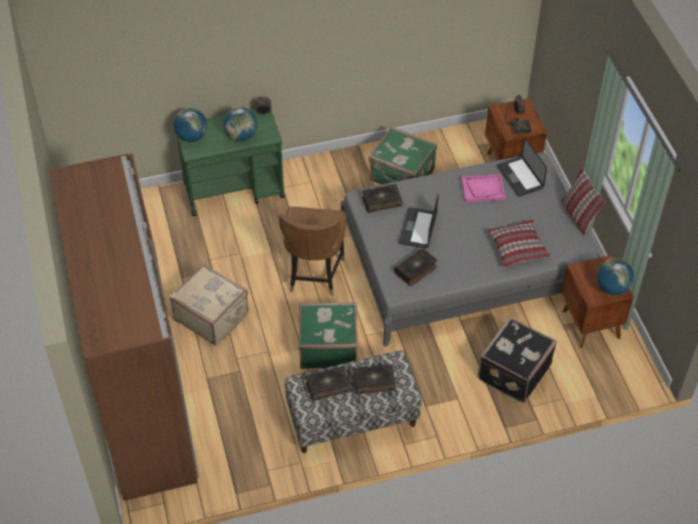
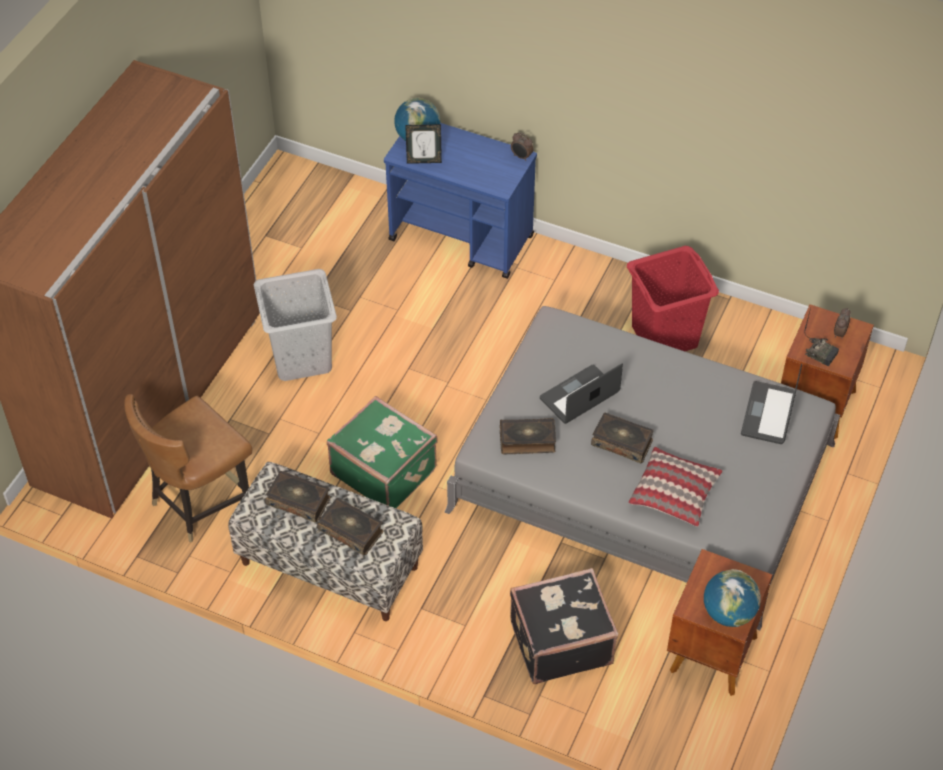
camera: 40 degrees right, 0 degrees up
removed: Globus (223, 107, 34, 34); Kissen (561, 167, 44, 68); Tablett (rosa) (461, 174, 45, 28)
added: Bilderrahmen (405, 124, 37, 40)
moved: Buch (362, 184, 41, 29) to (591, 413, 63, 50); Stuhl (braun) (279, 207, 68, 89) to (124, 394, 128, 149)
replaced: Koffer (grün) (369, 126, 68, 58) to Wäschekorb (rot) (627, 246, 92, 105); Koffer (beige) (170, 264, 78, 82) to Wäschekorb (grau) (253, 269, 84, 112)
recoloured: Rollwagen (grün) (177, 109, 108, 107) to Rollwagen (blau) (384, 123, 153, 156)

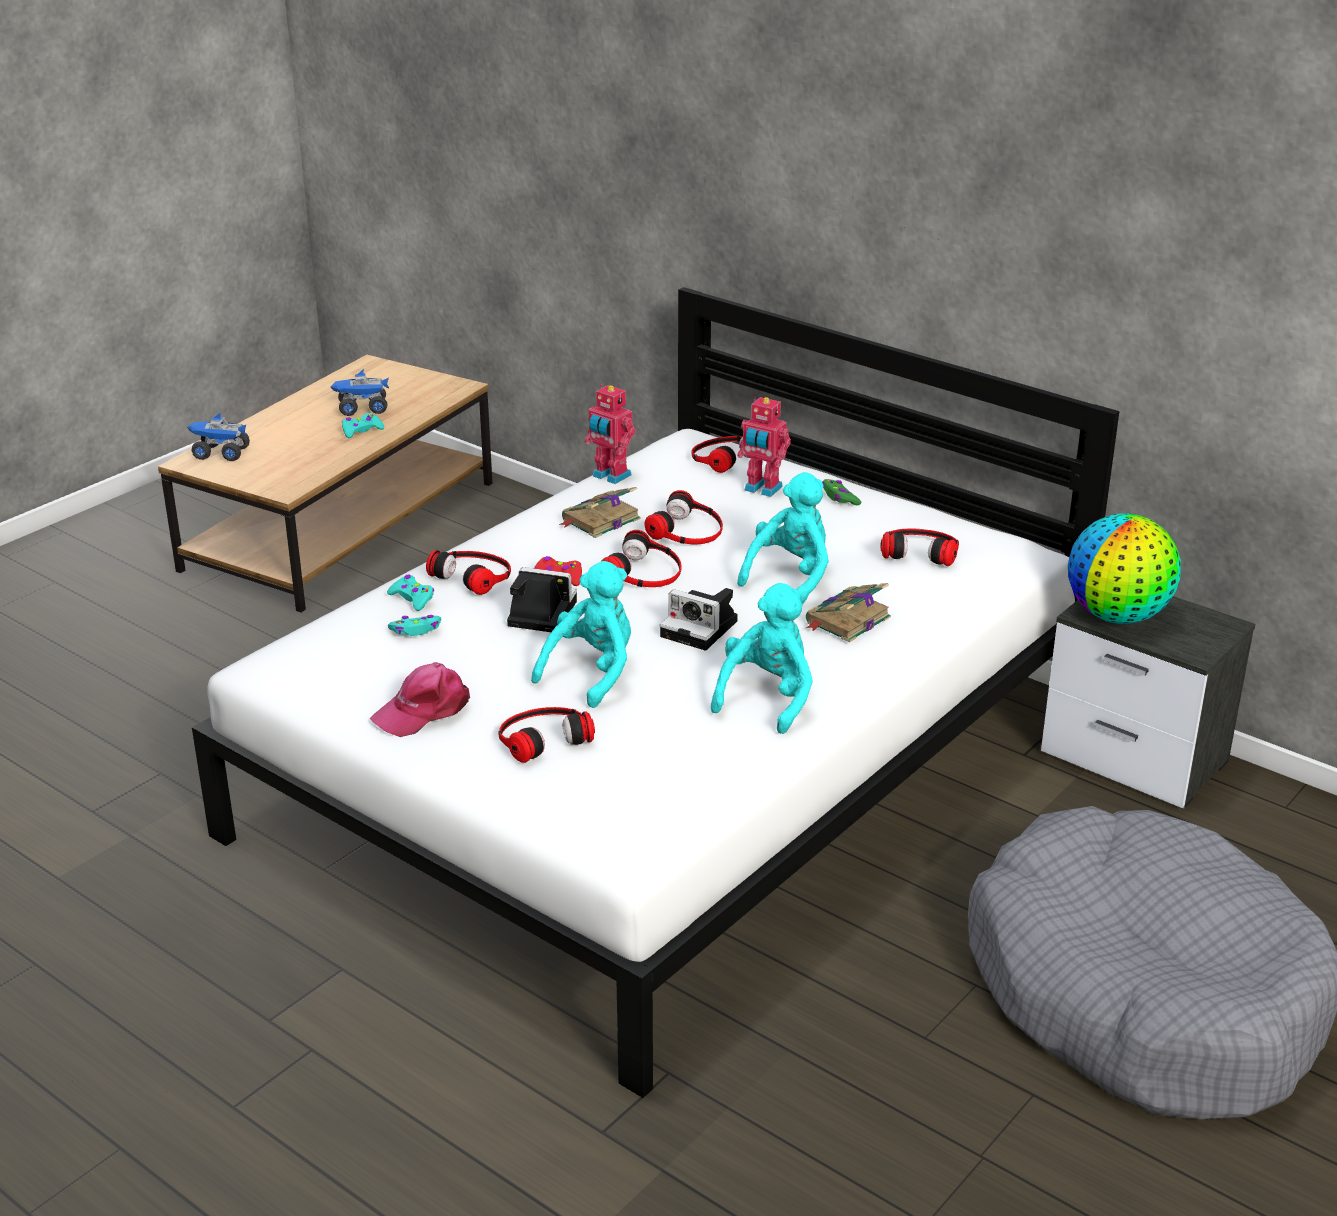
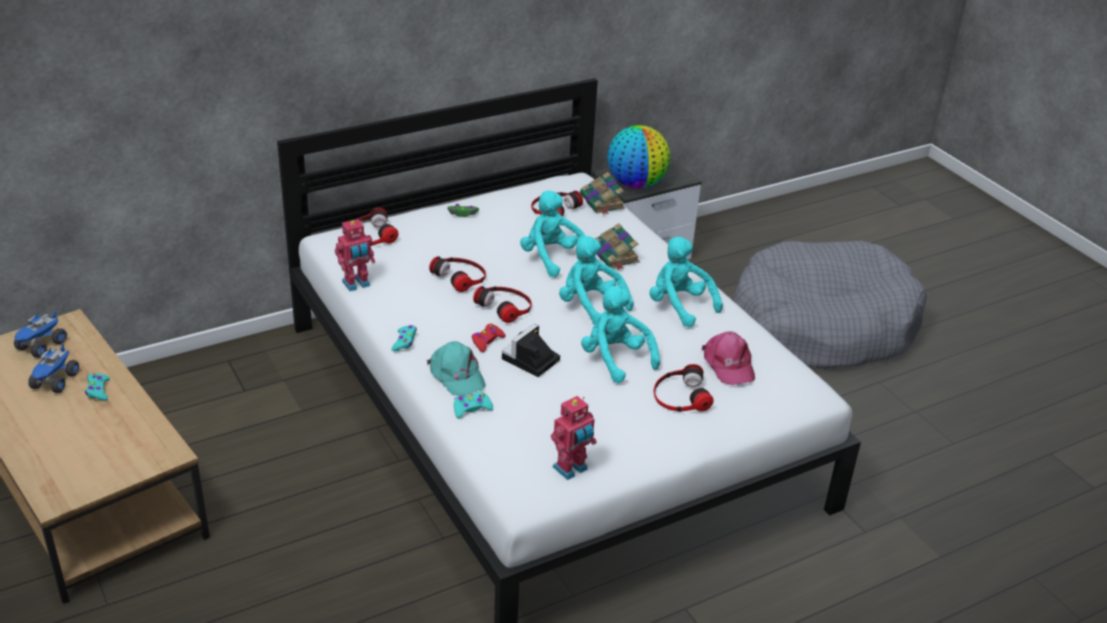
camera: 70 degrees left, 5 degrees up
moved: Spielzeugroboter (737, 397, 54, 100) to (551, 396, 46, 84); Spielzeuglaster (187, 413, 63, 48) to (14, 311, 53, 47); Buch (559, 487, 81, 51) to (580, 172, 45, 42); Gamepad (türkis) (388, 615, 53, 21) to (391, 325, 26, 26); Kappe (rosa) (370, 662, 100, 75) to (702, 331, 53, 54)
replaced: Kopfhörer (426, 550, 85, 45) to Kappe (türkis) (427, 341, 59, 55); Kamera (660, 588, 78, 63) to Plüschtier (türkis) (559, 236, 75, 89)

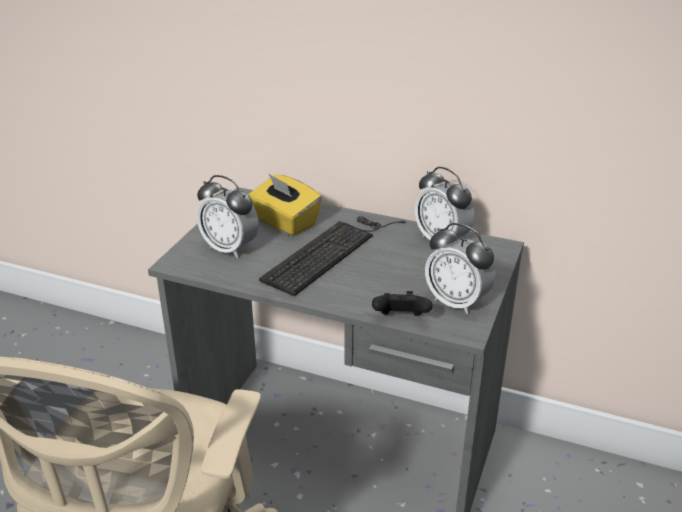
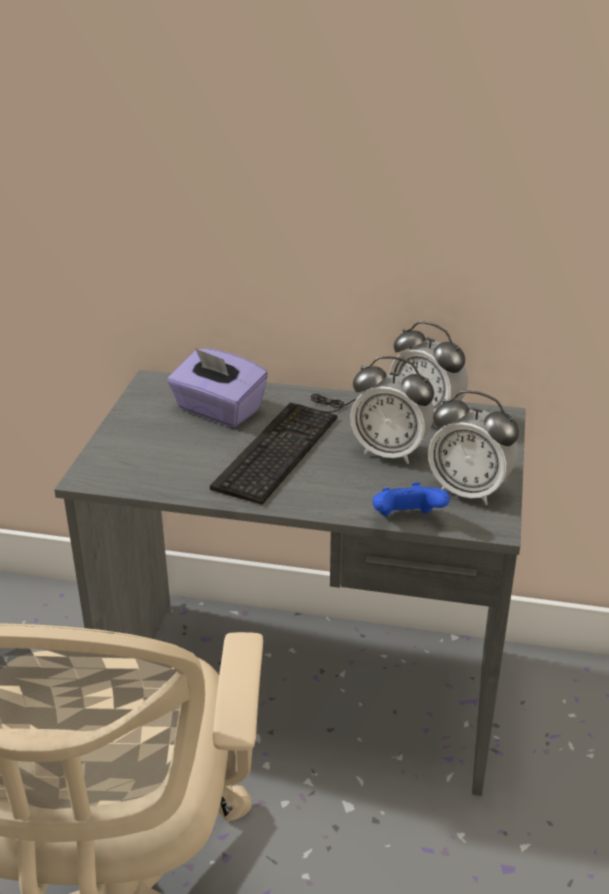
camera: 10 degrees left, 0 degrees up
moved: Wecker (197, 175, 62, 83) to (350, 356, 84, 108)
recoloured: Taschentuchbox (gelb) (248, 173, 74, 63) to Taschentuchbox (lila) (167, 348, 101, 79); Gamepad (schwarz) (372, 291, 60, 25) to Gamepad (blau) (372, 482, 78, 34)

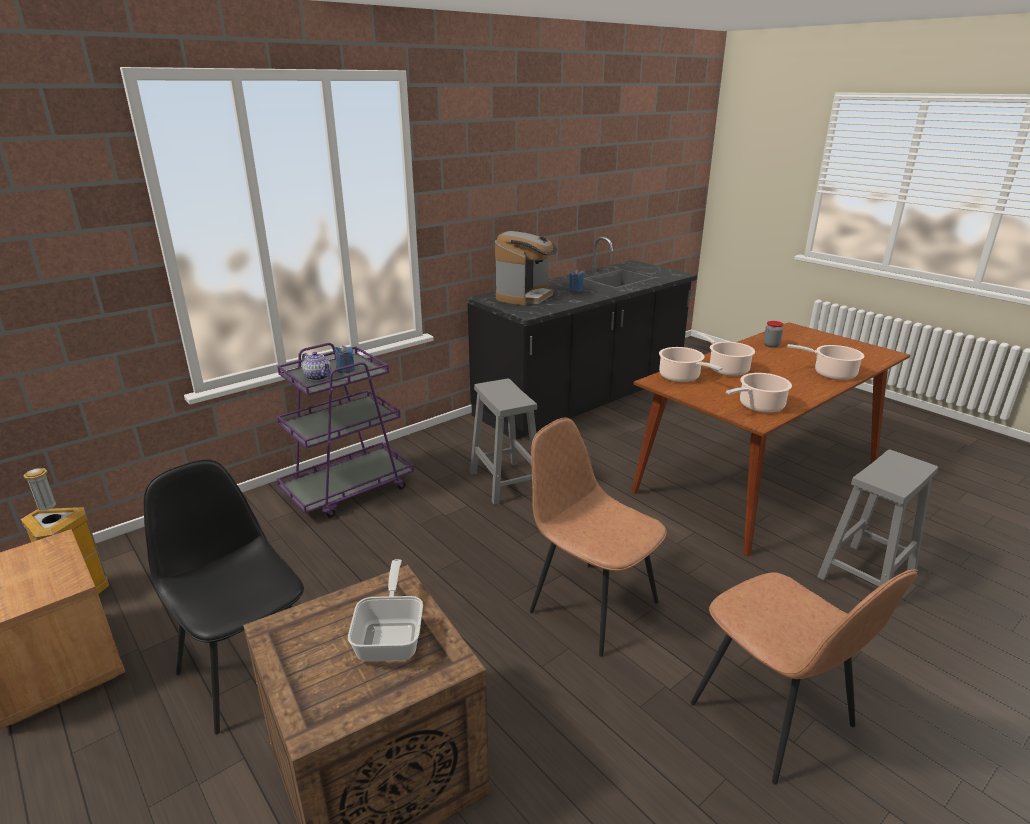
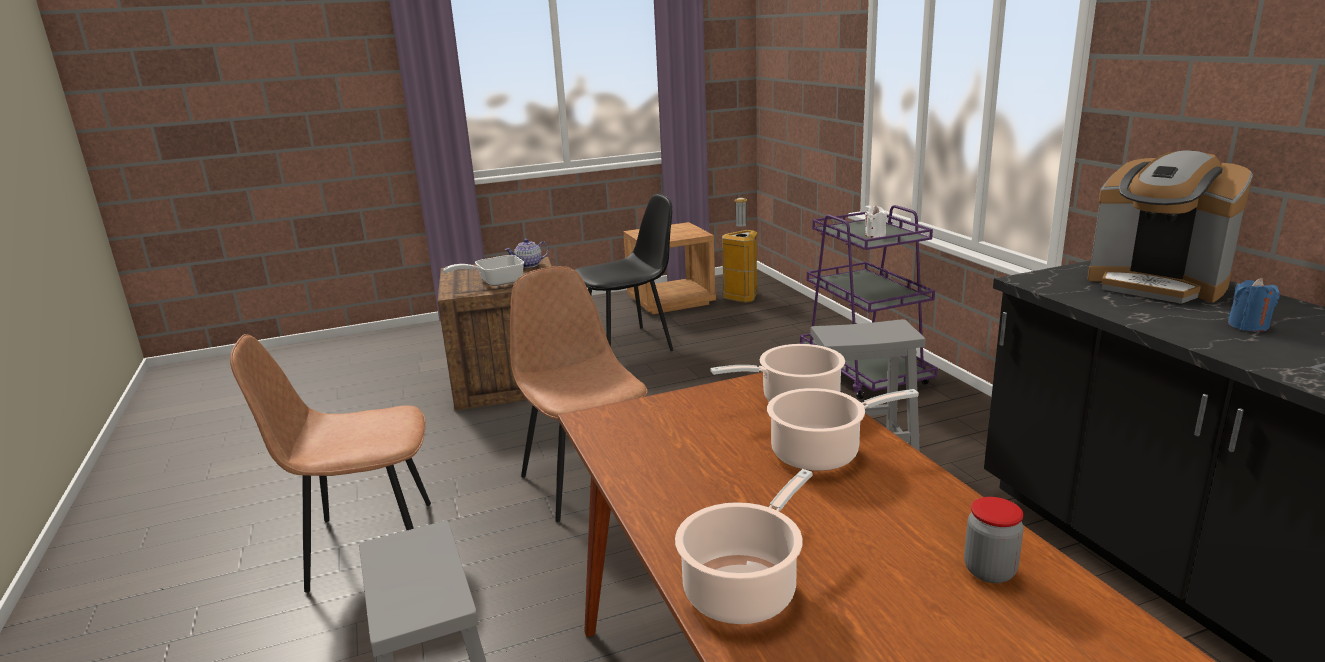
camera: 110 degrees right, 5 degrees down
removed: Kochtopf (726, 373, 66, 40)
moved: Teekanne (302, 352, 30, 29) to (505, 239, 44, 29)
recoloured: Kerze (blau) (335, 346, 20, 27) to Kerze (weiß) (865, 206, 22, 32)
turned: Stuhl (braun) (530, 417, 137, 239) = (510, 266, 138, 256) 90 degrees counterclockwise; Pfanne (348, 559, 75, 103) = (443, 255, 81, 31) 135 degrees clockwise

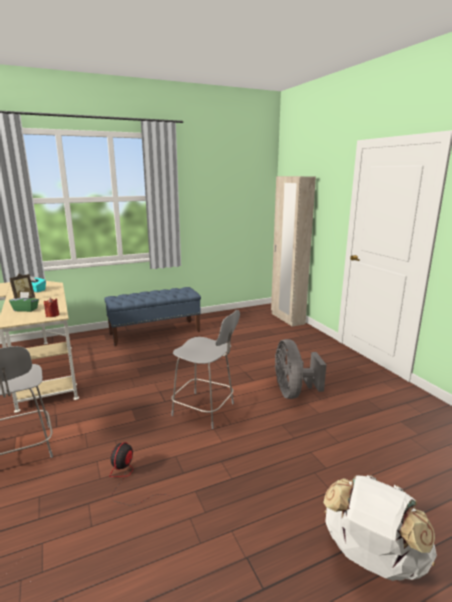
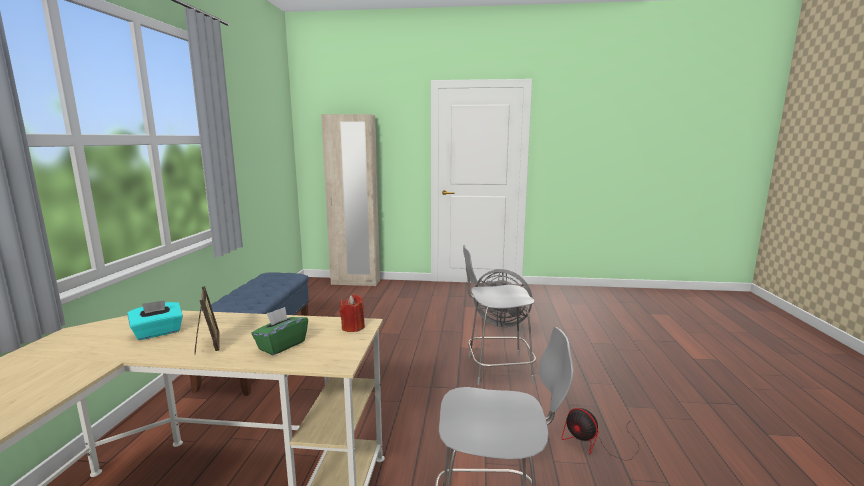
camera: 60 degrees left, 5 degrees down
removed: Rucksack (weiß) (323, 475, 114, 106)
turned: Stuhl (grau) (171, 310, 69, 119) = (463, 245, 73, 140) 150 degrees counterclockwise

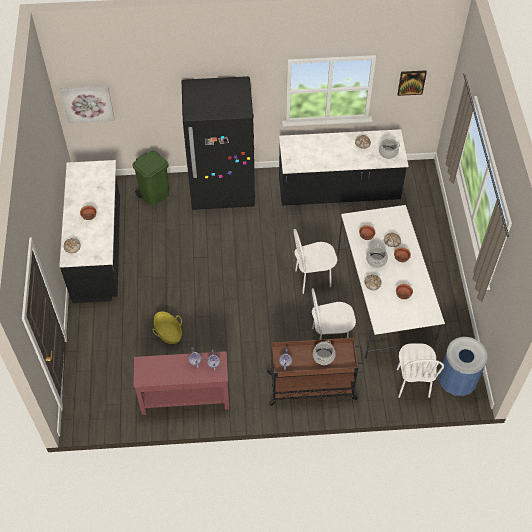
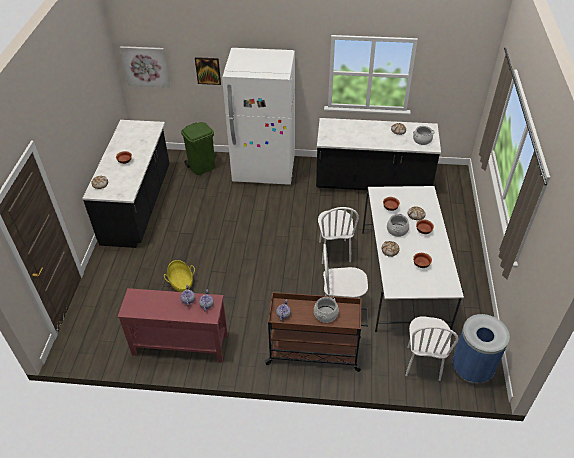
camera: 10 degrees right, 10 degrees down
moved: Bild (397, 70, 30, 26) to (195, 57, 26, 28)
recoloured: Kühlschrank (schwarz) (182, 76, 73, 134) to Kühlschrank (weiß) (222, 48, 73, 137)
turned: Stuhl (weiß) (293, 229, 44, 65) = (318, 207, 41, 57) 90 degrees counterclockwise

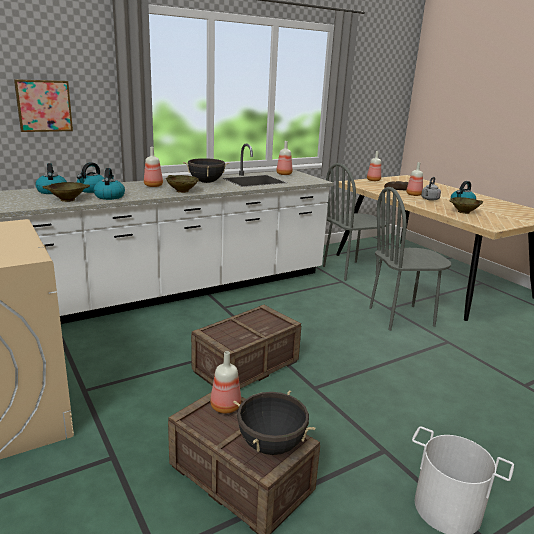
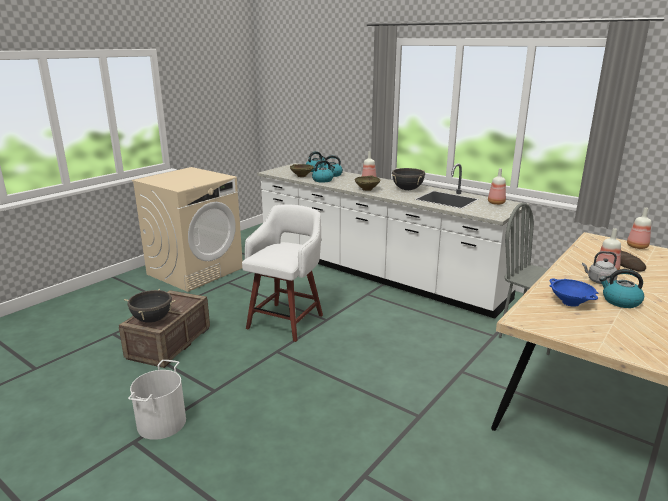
camera: 70 degrees right, 0 degrees up
removed: Bild (14, 79, 59, 53); Stuhl (grau) (369, 187, 82, 144); Flasche (210, 351, 31, 62)
replaced: Kiste (191, 305, 110, 84) to Hocker (weiß) (242, 204, 81, 138)
recoloured: Schüssel (beige) (450, 197, 33, 17) to Schüssel (blau) (550, 278, 48, 29)

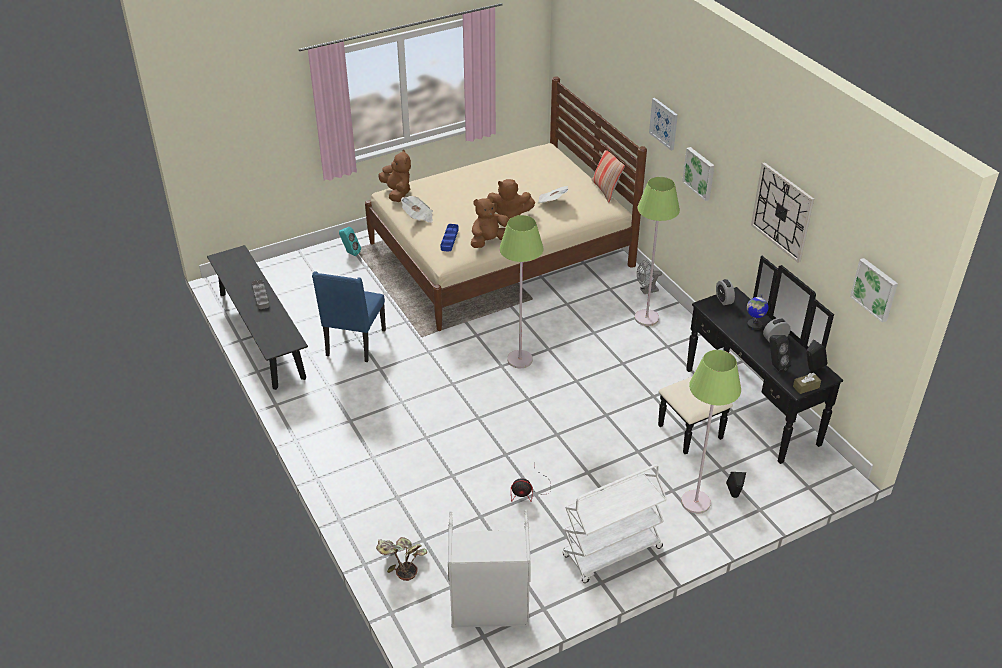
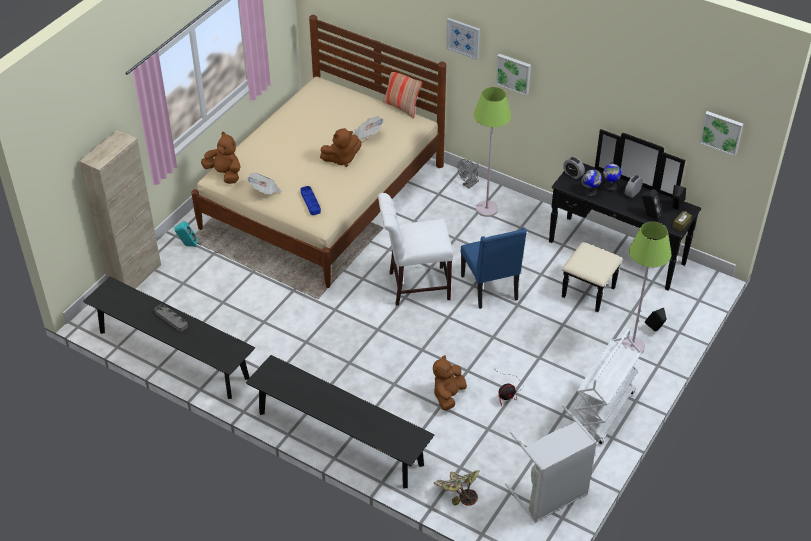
camera: 30 degrees left, 5 degrees up
removed: Wanduhr (751, 162, 63, 101)
added: Schrank (beige) (79, 130, 82, 159); Globus (581, 170, 21, 27); Bank (schwarz) (246, 355, 188, 133)
moved: Plüschtier (braun) (471, 196, 38, 52) to (433, 355, 34, 56); Stuhl (blau) (312, 271, 74, 91) to (461, 228, 66, 81)
replaced: Stehlampe (grün) (499, 215, 45, 153) to Stuhl (weiß) (378, 193, 75, 113)

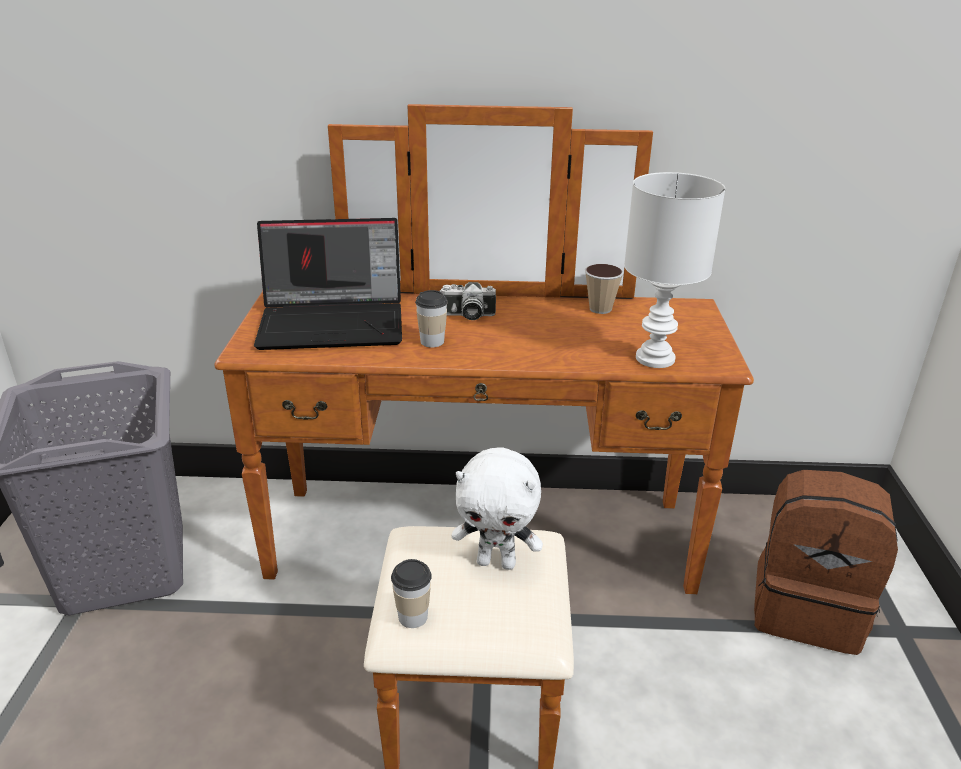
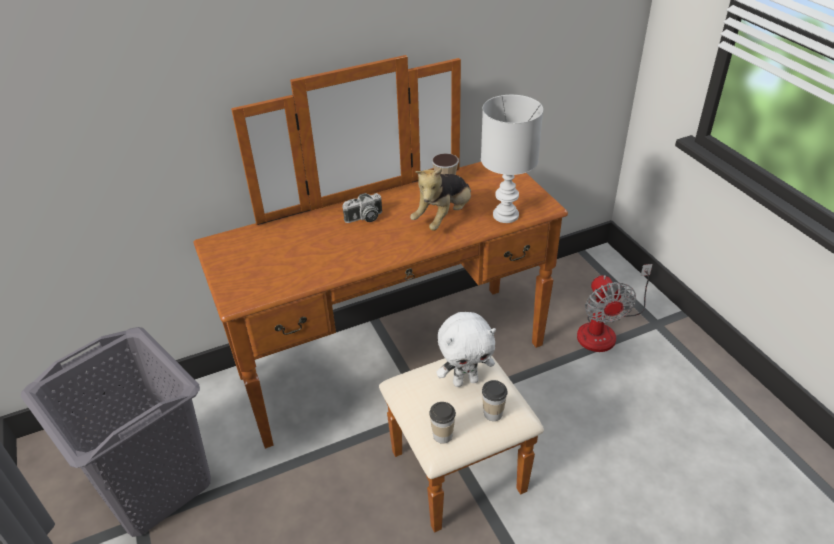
camera: 25 degrees left, 10 degrees up
removed: Laptop (254, 218, 148, 132)
added: Plüschtier (410, 168, 61, 63)
moved: Tasse (415, 290, 33, 58) to (482, 380, 26, 41)
replaced: Rucksack (braun) (754, 470, 144, 185) to Ventilator (577, 264, 76, 88)

